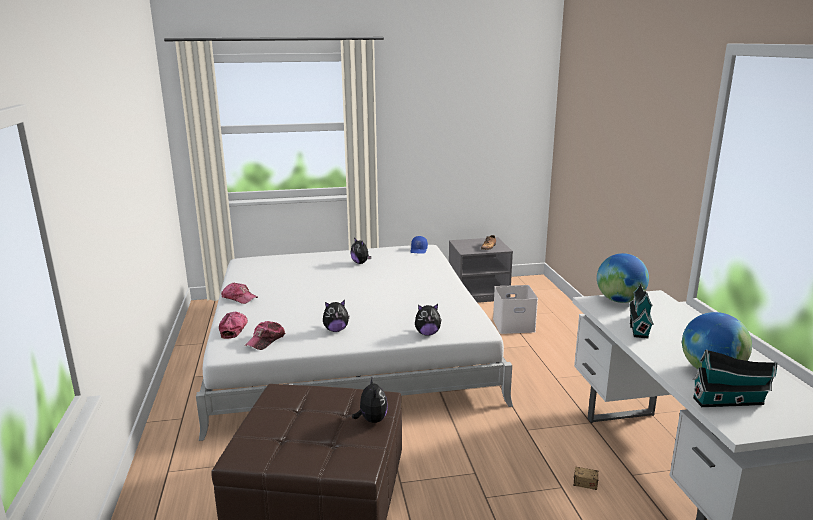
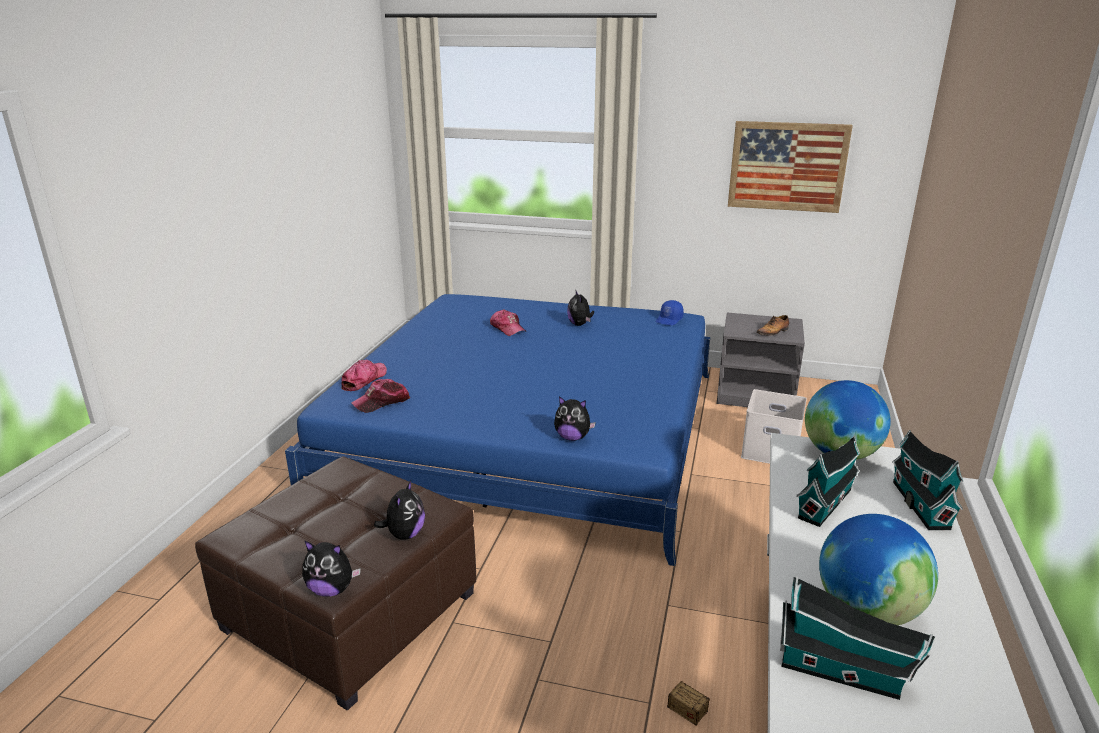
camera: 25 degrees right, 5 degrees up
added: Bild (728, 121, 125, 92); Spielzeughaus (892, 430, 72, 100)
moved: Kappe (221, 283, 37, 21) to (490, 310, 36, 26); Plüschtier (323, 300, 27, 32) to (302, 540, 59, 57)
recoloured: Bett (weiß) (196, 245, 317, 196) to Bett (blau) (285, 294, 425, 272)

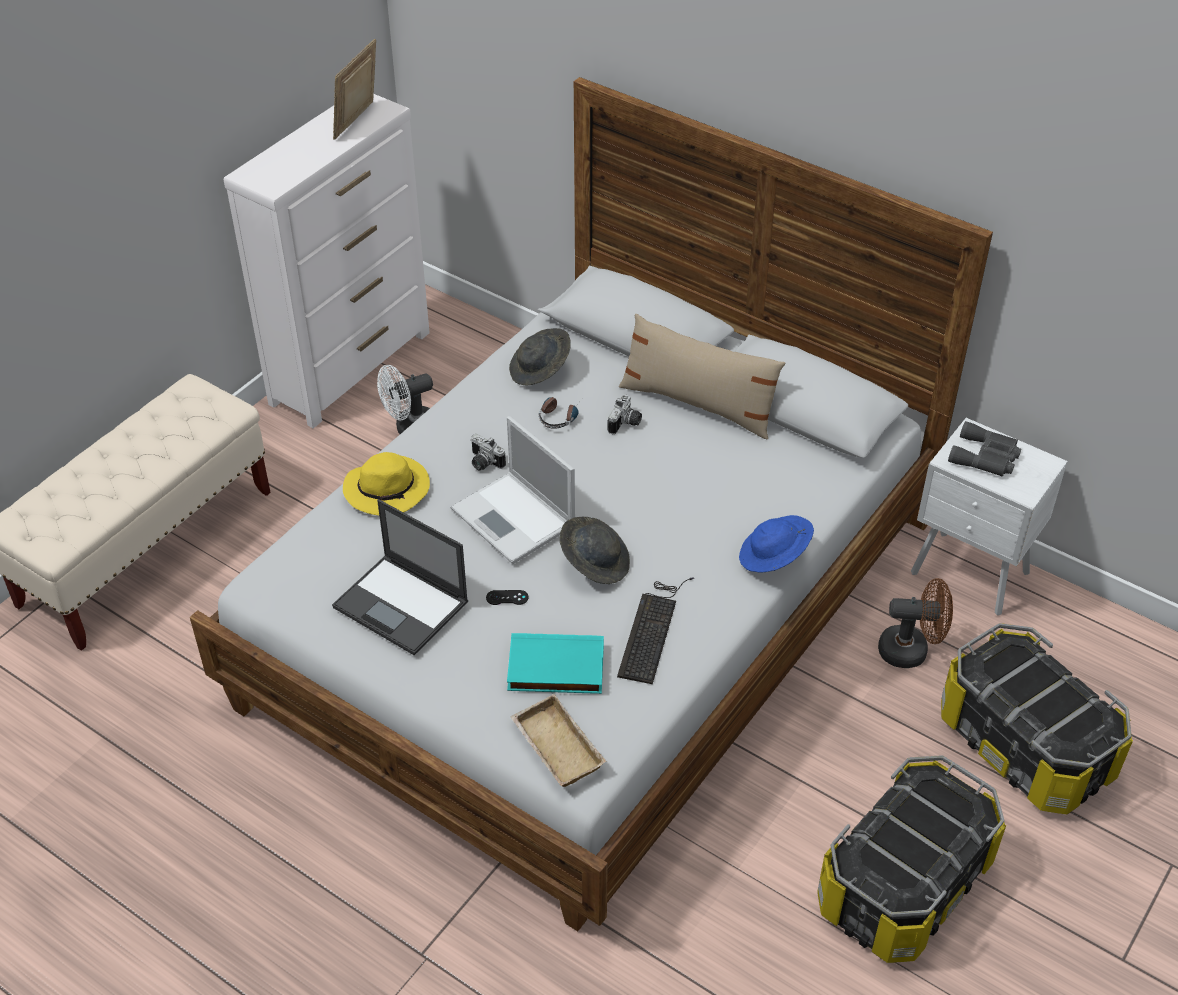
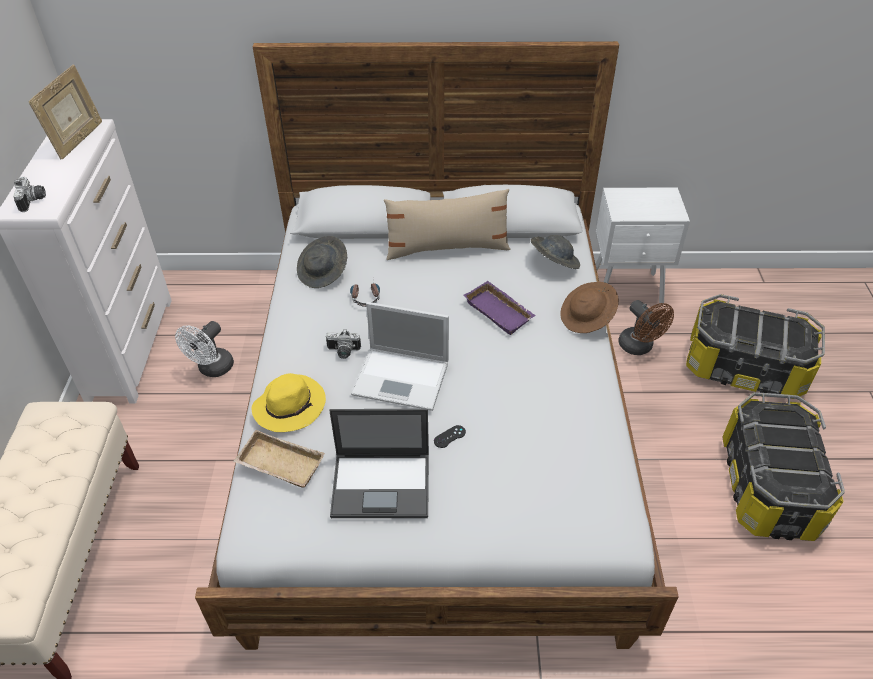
camera: 35 degrees left, 0 degrees up
removed: Fernglas (grau) (948, 421, 73, 56); Tastatur (617, 577, 77, 107); Buch (türkis) (507, 633, 97, 61)
added: Tablett (lila) (463, 281, 73, 54)
moved: Kamera (607, 394, 35, 40) to (13, 177, 33, 35); Hut (grau) (560, 517, 70, 67) to (531, 235, 49, 34); Tablett (beige) (510, 694, 96, 93) to (233, 430, 92, 58)
recoloured: Hut (blau) (739, 515, 75, 57) to Hut (braun) (560, 282, 59, 51)
turned: Bilderrahmen (333, 39, 43, 101) = (29, 64, 73, 95) 150 degrees counterclockwise; Ventilator (braun) (878, 578, 75, 90) = (618, 300, 56, 55) 90 degrees clockwise

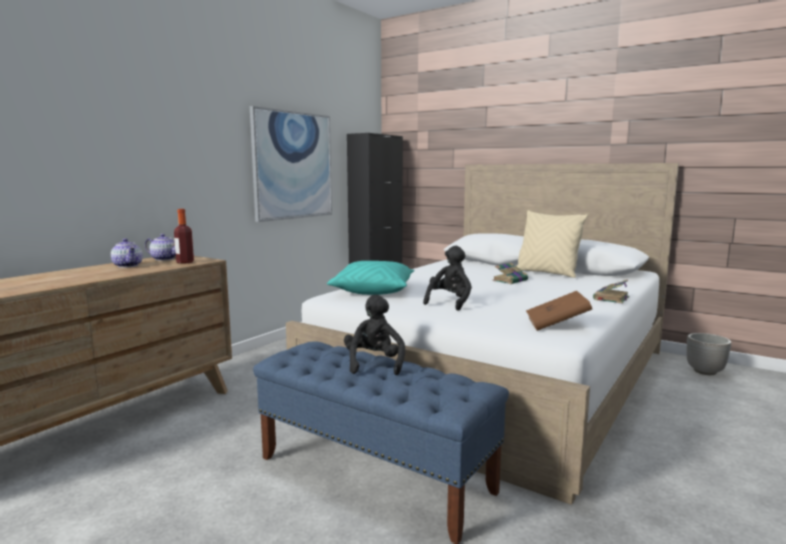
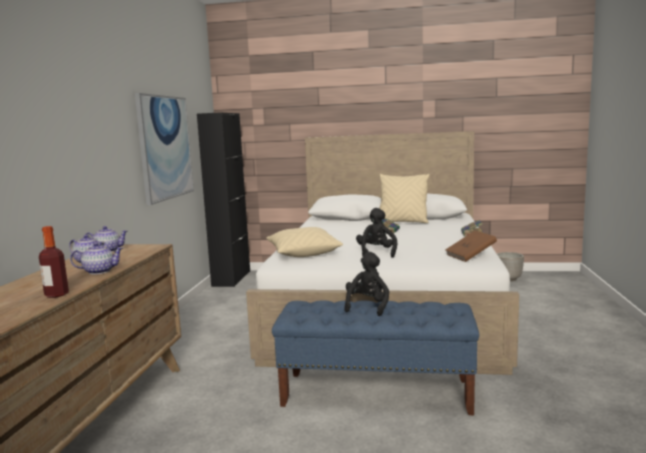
camera: 25 degrees left, 0 degrees up
added: Teekanne (70, 242, 53, 32)
moved: Flasche (174, 209, 20, 55) to (39, 226, 30, 72)
recoloured: Kissen (türkis) (327, 261, 88, 34) to Kissen (beige) (266, 227, 77, 30)
turned: Plüschtier (schwarz) (344, 294, 61, 81) = (344, 252, 45, 64) 45 degrees clockwise

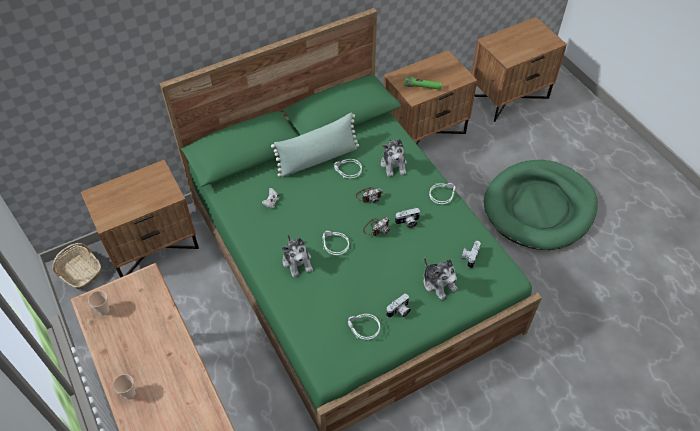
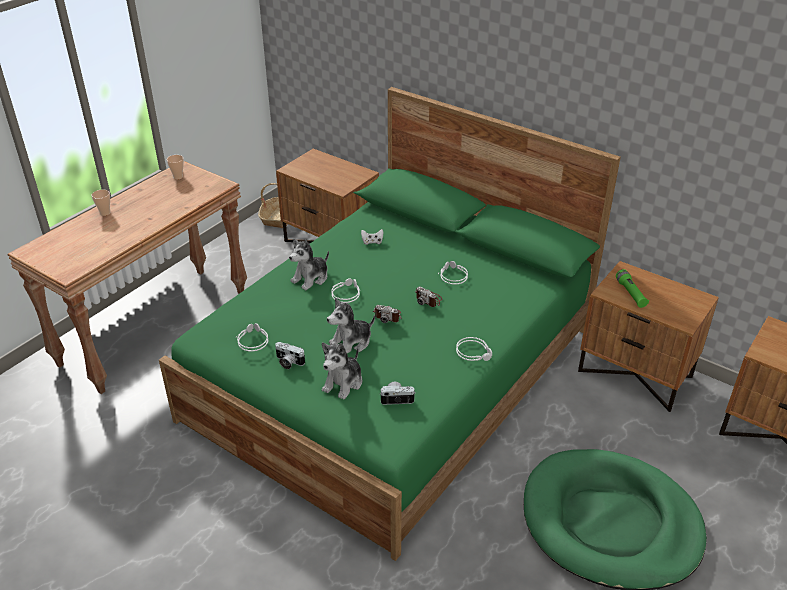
camera: 65 degrees right, 15 degrees down
removed: Kissen (grün) (271, 113, 88, 64); Kamera (395, 208, 25, 20)
moved: Plüschtier (381, 138, 26, 39) to (327, 298, 48, 55)

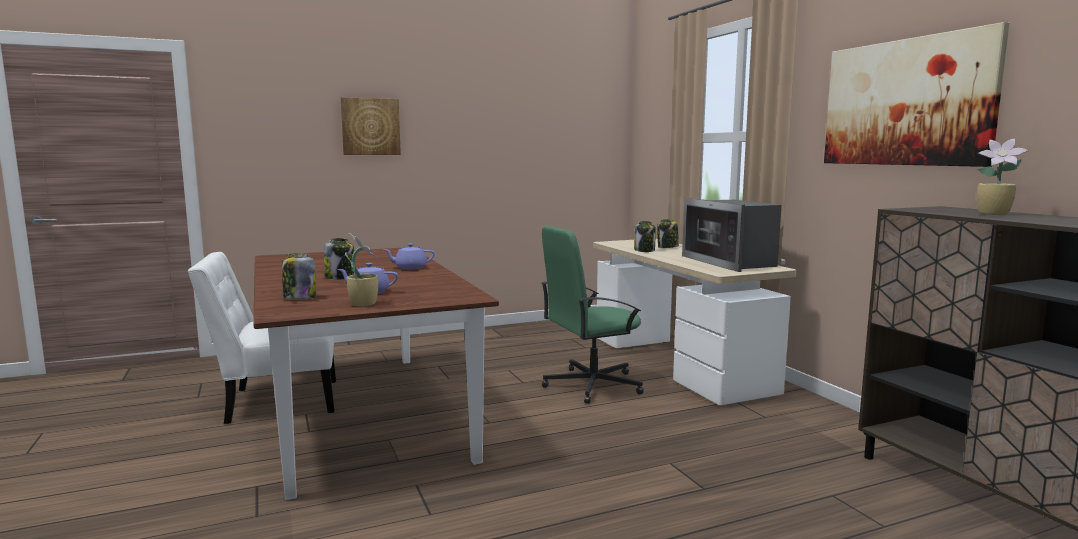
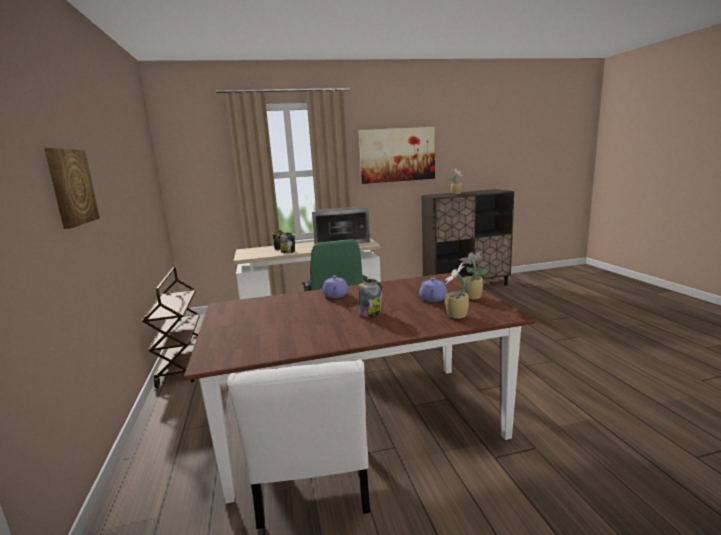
camera: 80 degrees left, 5 degrees up
added: Rollwagen (braun) (142, 267, 58, 121)
replaced: Vorratsglas (282, 253, 34, 46) to Topfpflanze (445, 263, 24, 56)

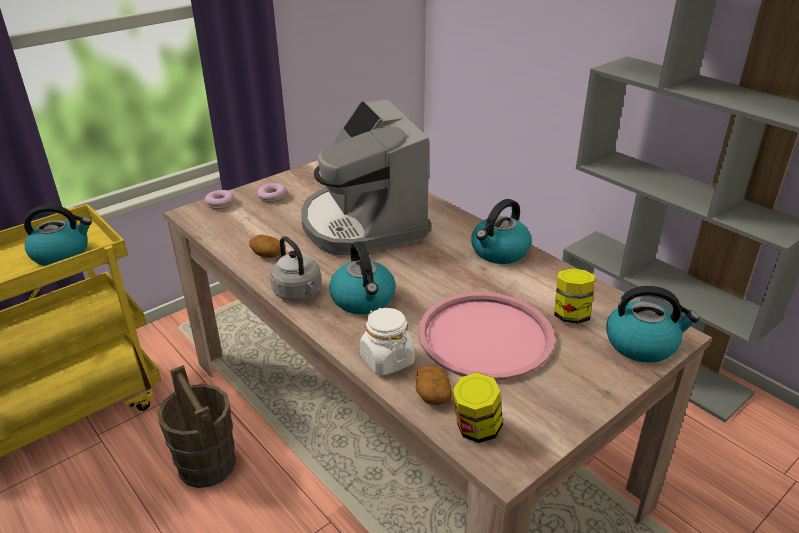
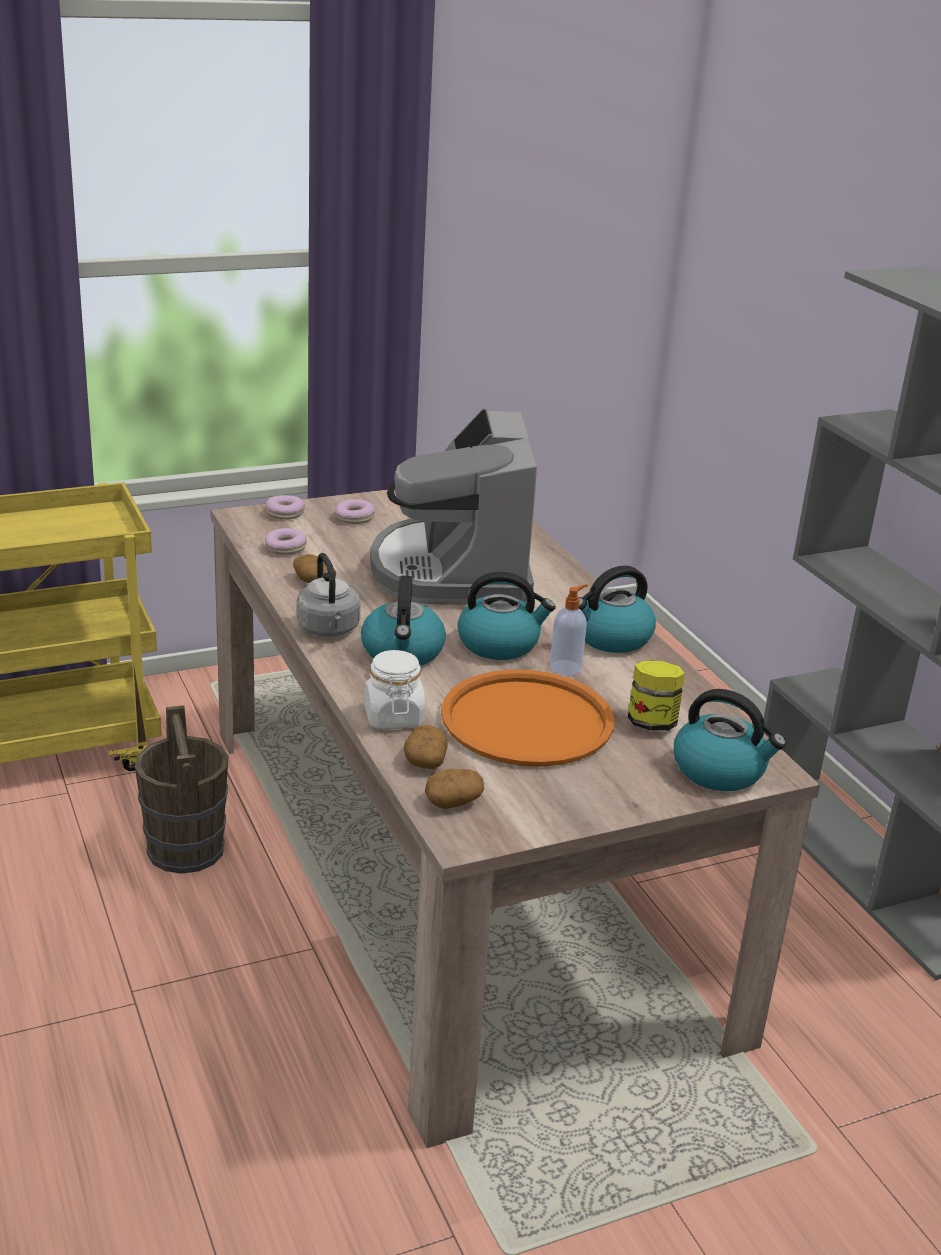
camera: 15 degrees right, 5 degrees down
added: Donut (265, 528, 42, 27); Seifenspender (550, 584, 38, 92)
moved: Wasserkessel (24, 205, 68, 61) to (458, 572, 98, 88)
replaced: Vorratsglas (452, 372, 51, 71) to Kartoffel (425, 769, 59, 40)
recoloured: Tablett (rosa) (418, 292, 137, 89) to Tablett (orange) (441, 669, 173, 98)

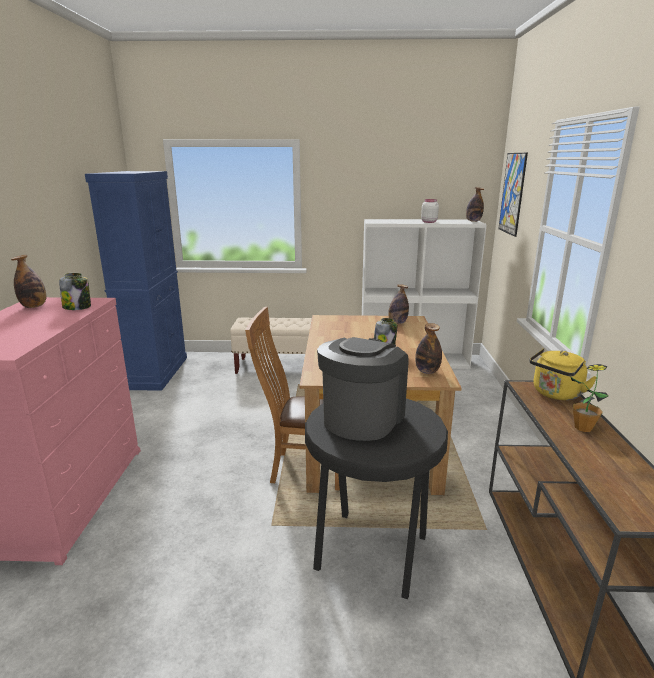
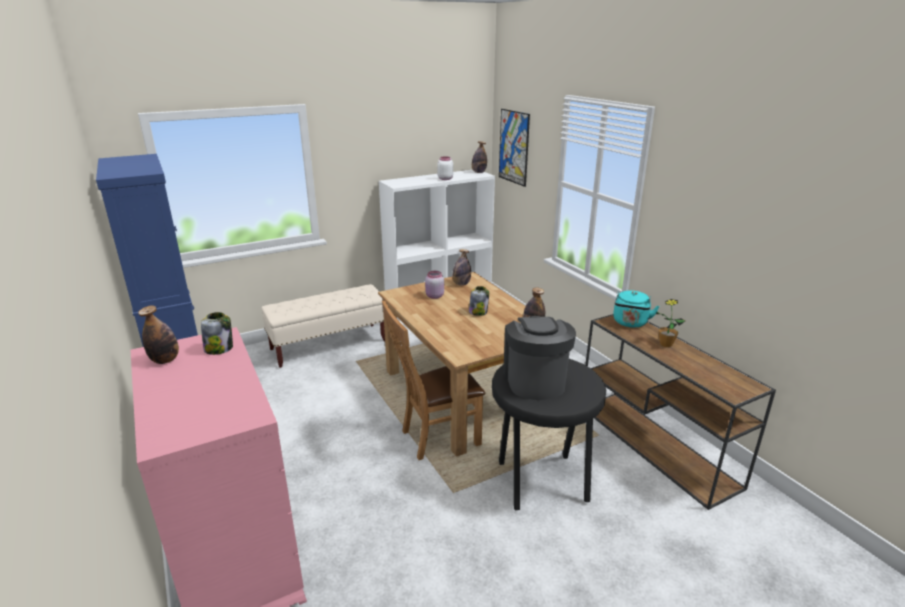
camera: 30 degrees left, 5 degrees up
added: Vorratsglas (rosa) (425, 271, 19, 28)
recoloured: Wasserkessel (gelb) (529, 348, 68, 52) to Wasserkessel (türkis) (613, 290, 47, 37)

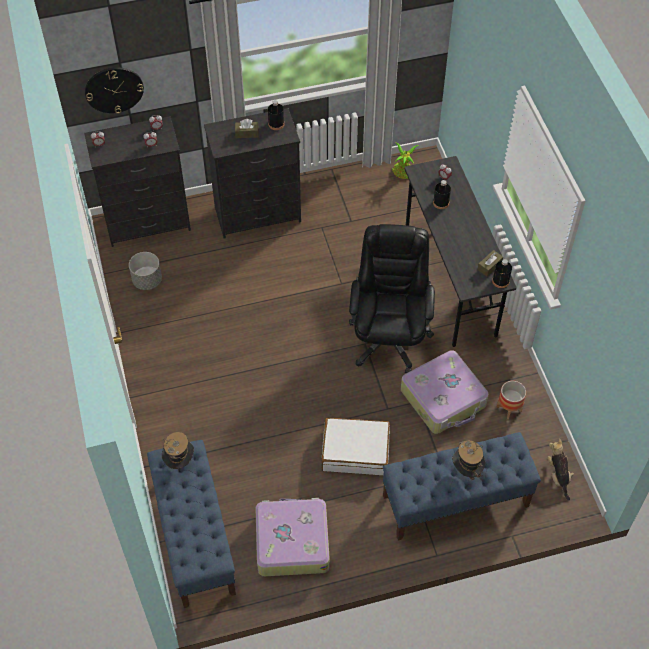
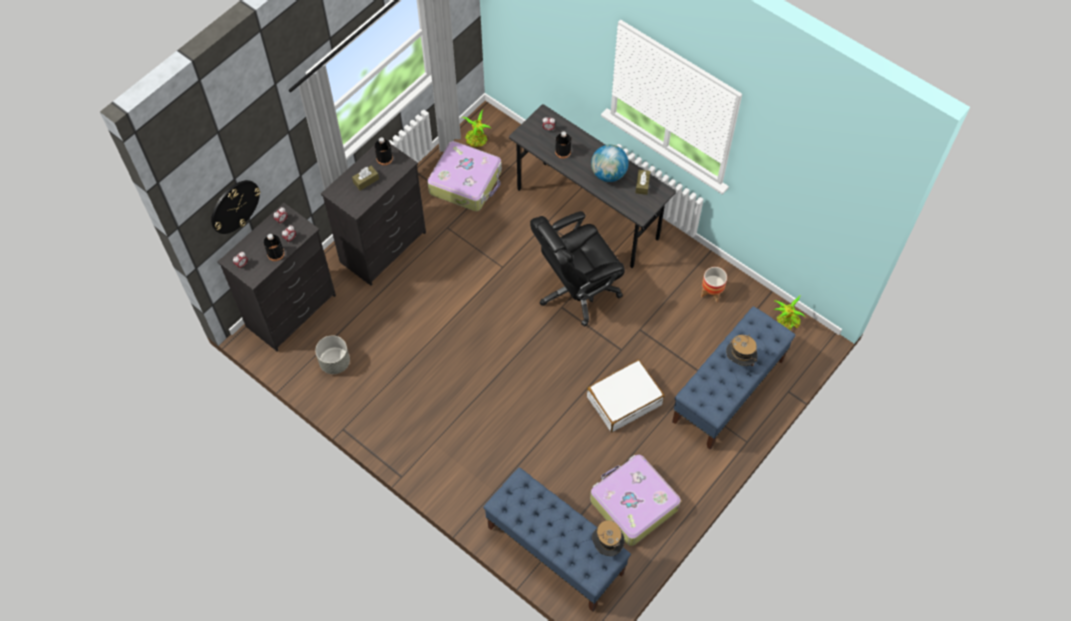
camera: 35 degrees left, 5 degrees up
added: Globus (591, 145, 37, 37)
moved: Flasche (schwarz) (492, 259, 20, 29) to (263, 234, 22, 27); Koffer (401, 350, 88, 84) to (427, 141, 75, 70); Hut (162, 432, 32, 37) to (592, 520, 33, 36)
replaced: Plüschtier (547, 439, 27, 61) to Topfpflanze (774, 294, 31, 36)
turned: Bürostuhl (schwarz) (349, 224, 86, 149) = (530, 211, 95, 116) 90 degrees counterclockwise

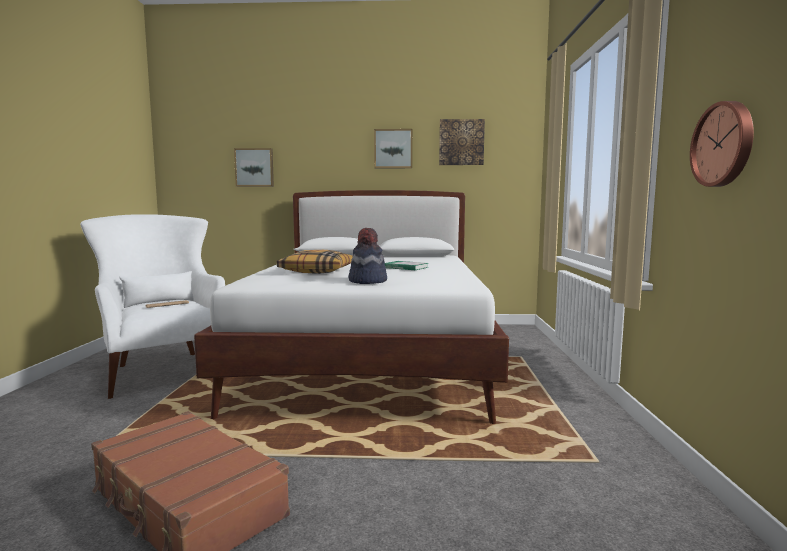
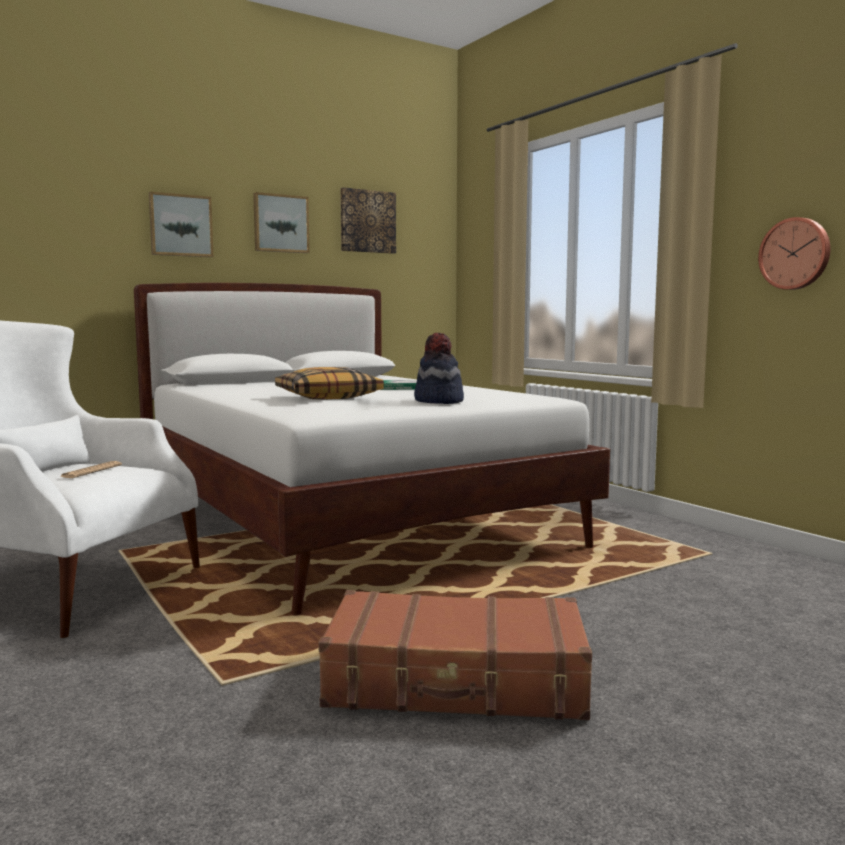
camera: 35 degrees left, 0 degrees up
moved: Bild (234, 148, 40, 39) to (149, 192, 65, 65)

